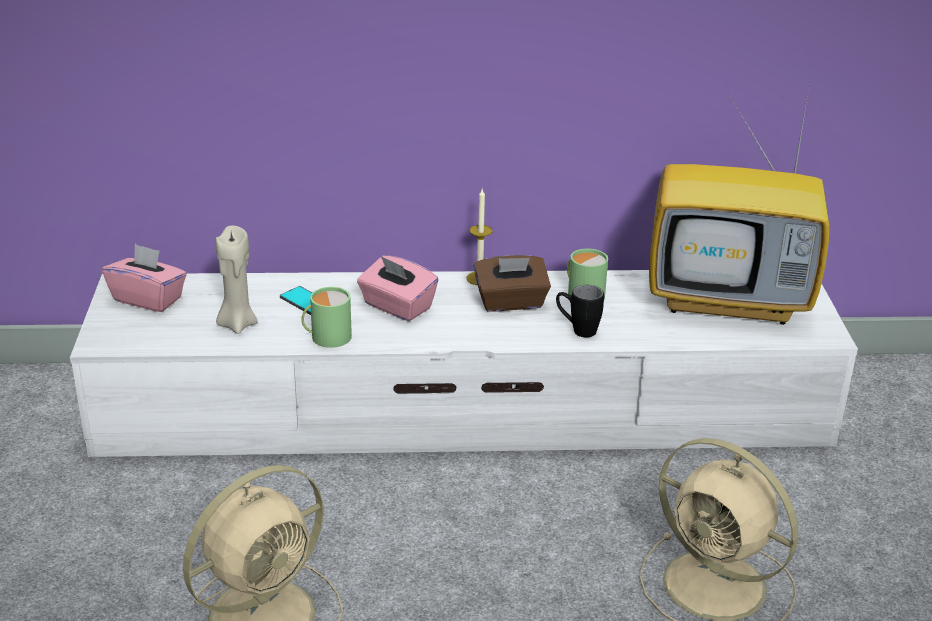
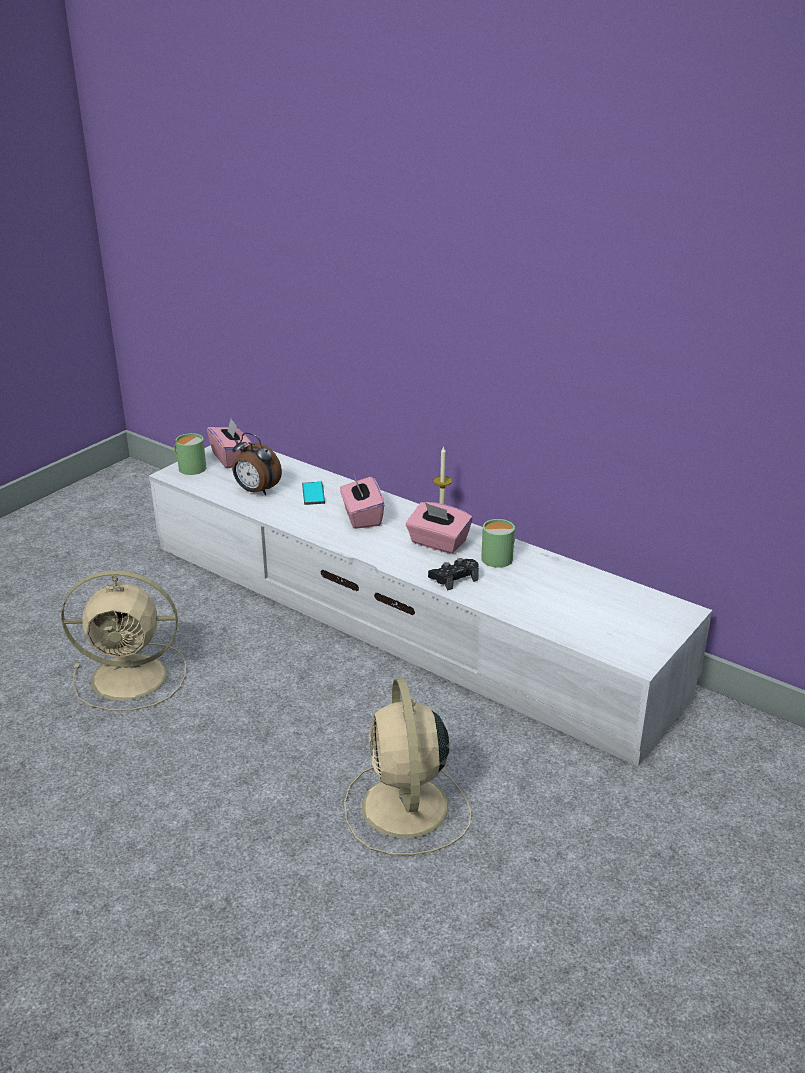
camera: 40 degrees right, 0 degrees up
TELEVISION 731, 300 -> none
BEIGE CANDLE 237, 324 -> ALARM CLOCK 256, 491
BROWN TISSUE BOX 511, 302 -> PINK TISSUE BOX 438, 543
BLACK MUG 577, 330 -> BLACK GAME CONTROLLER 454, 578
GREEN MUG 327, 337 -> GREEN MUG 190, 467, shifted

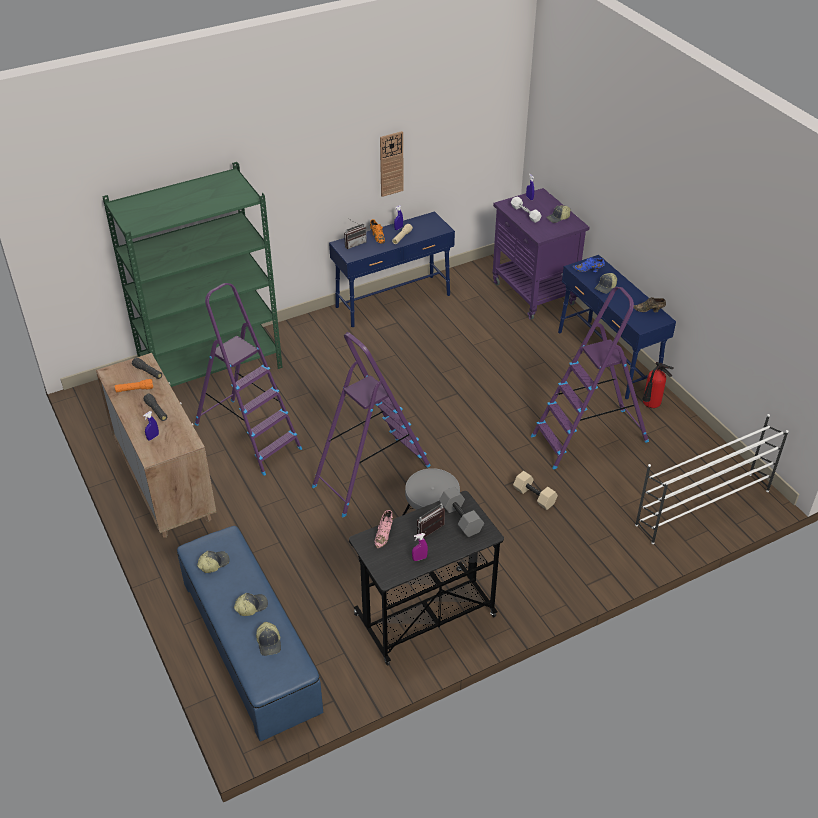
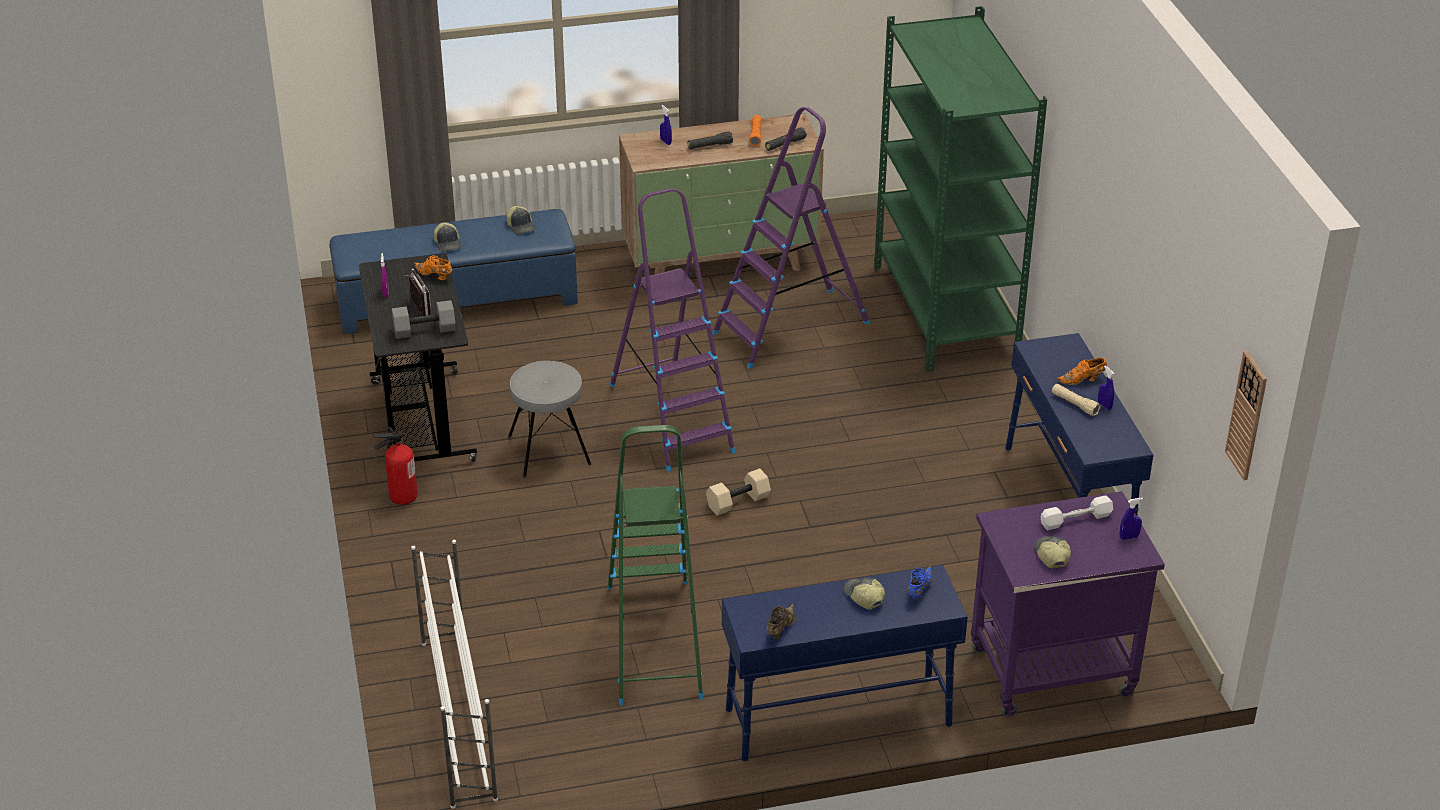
camera: 105 degrees right, 5 degrees down
WALL CLOCK 391, 164 -> WALL CLOCK 1247, 415, shifted
RADIO 354, 243 -> none
PURPLE STEP LADDER 589, 439 -> GREEN STEP LADDER 653, 639
FIRE EXTINGUISHER 650, 406 -> FIRE EXTINGUISHER 400, 497, shifted
BEIGE DUMBBELL 535, 496 -> BEIGE DUMBBELL 738, 503, shifted
PINK SHOE 384, 534 -> ORANGE SHOE 434, 275
CAP 269, 642 -> none

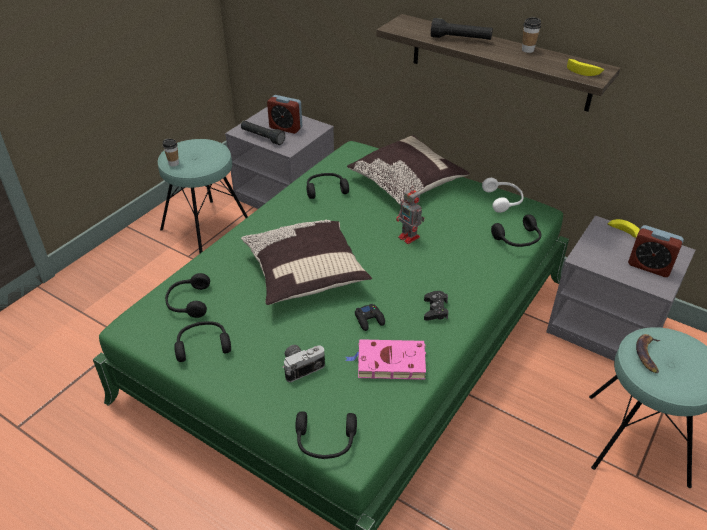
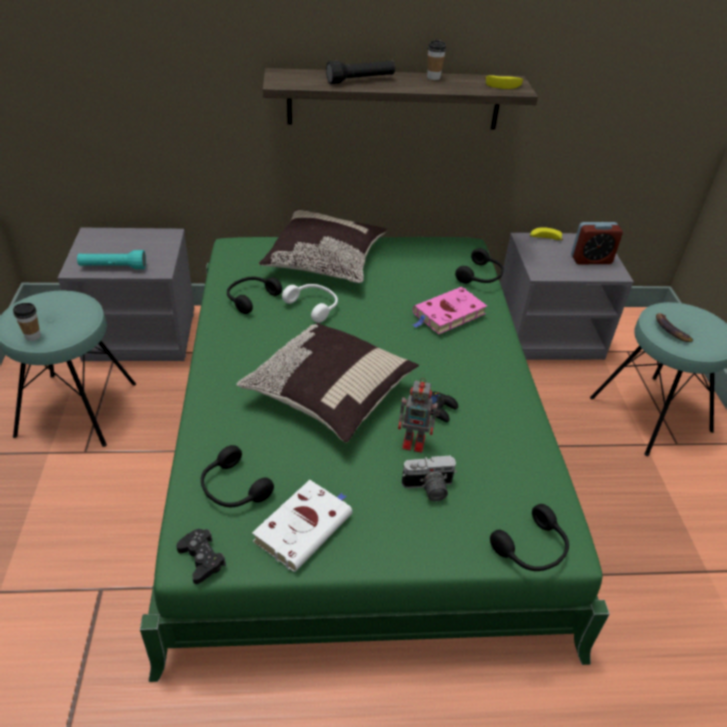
camera: 40 degrees left, 0 degrees up
ALARM CLOCK 285, 128 -> none
BLACK FLASHLIGHT 262, 137 -> TURQUOISE FLASHLIGHT 113, 267
WHITE HEADPHONES 503, 200 -> WHITE HEADPHONES 313, 306, shifted
TOY ROBOT 409, 237 -> TOY ROBOT 415, 442, shifted
BLACK GAME CONTROLLER 435, 310 -> BLACK GAME CONTROLLER 201, 559, shifted
BLACK HEADPHONES 203, 345 -> WHITE BOOK 304, 526
PINK BOOK 389, 362 -> PINK BOOK 447, 315, shifted
PHOTO CAMERA 301, 366 -> PHOTO CAMERA 428, 489, 120 degrees counterclockwise

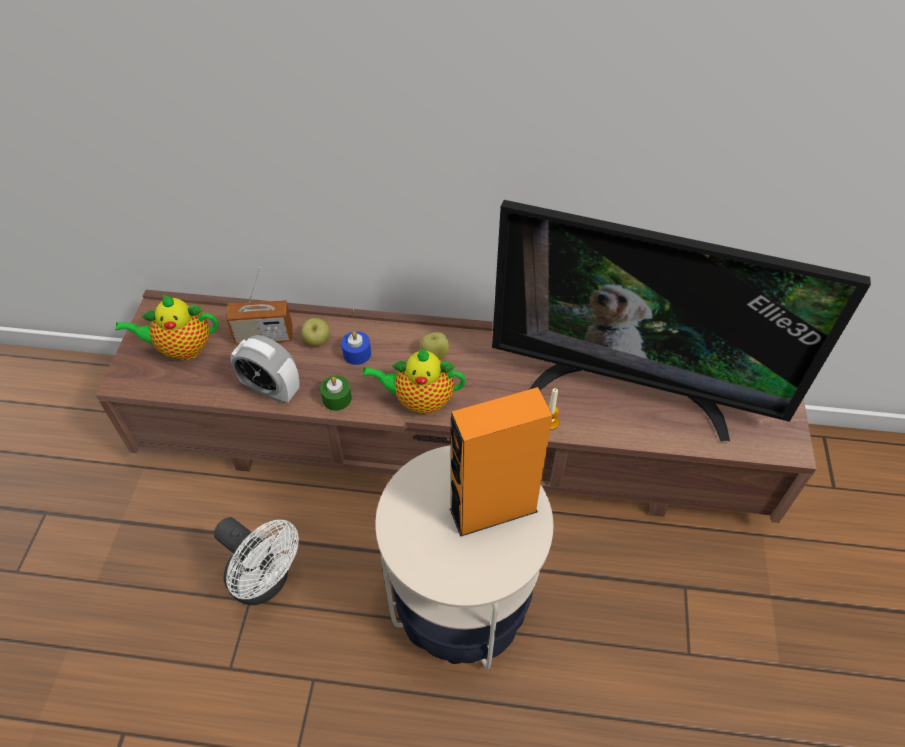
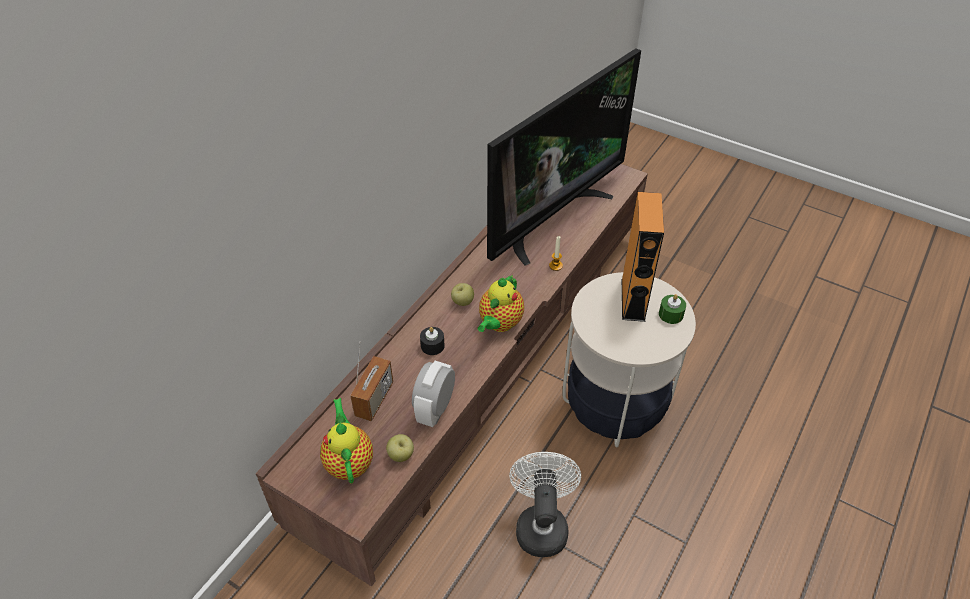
camera: 65 degrees left, 5 degrees down
TEAPOT 182, 348 -> TEAPOT 349, 461, 150 degrees clockwise
APPLE 317, 341 -> APPLE 401, 455, shifted
BLUE CANDLE 357, 353 -> BLACK CANDLE 432, 346
ALARM CLOCK 271, 389 -> ALARM CLOCK 435, 409, 150 degrees clockwise
GREEN CANDLE 337, 398 -> GREEN CANDLE 671, 314, shifted
WHITE FAN 265, 582 -> WHITE FAN 541, 524, 60 degrees counterclockwise

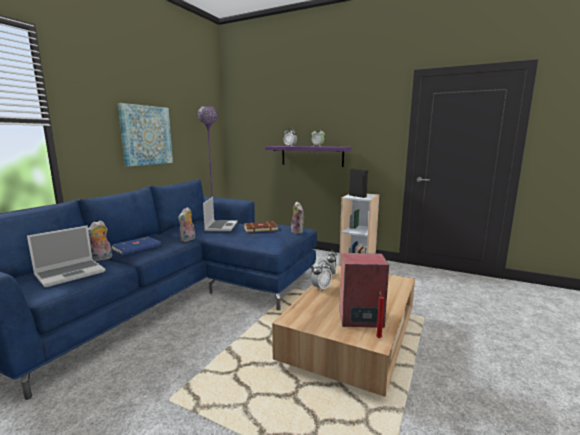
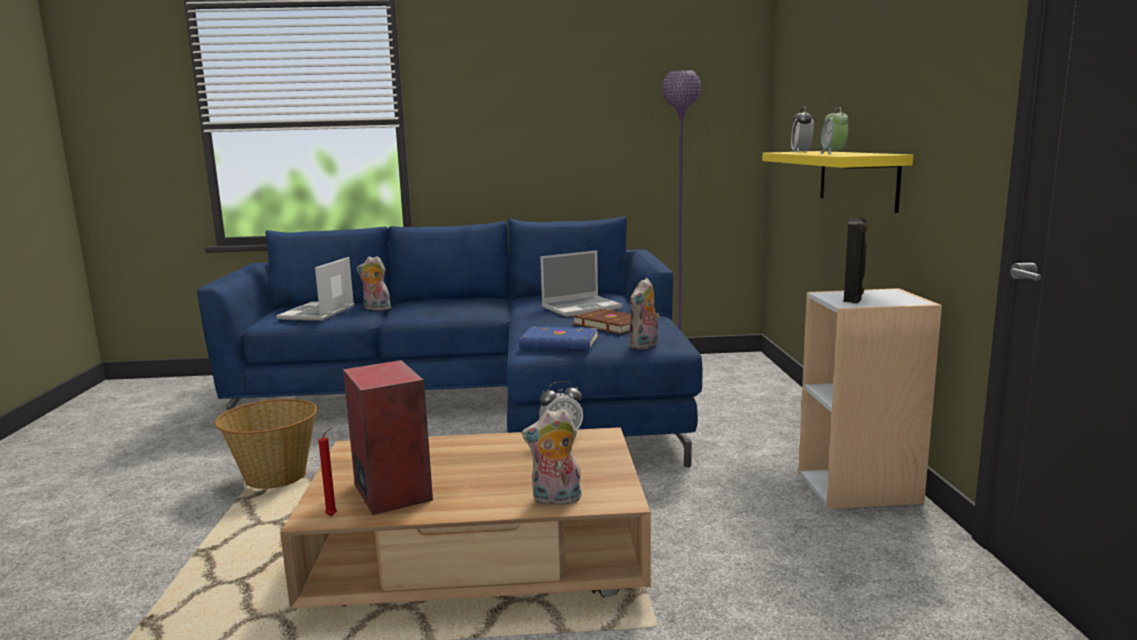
camera: 60 degrees right, 0 degrees up
PICTURE 146, 135 -> none
PURPLE SHELF 312, 156 -> YELLOW SHELF 857, 178
PLUSH TOY 188, 240 -> PLUSH TOY 555, 500, shifted
LAPTOP 71, 273 -> LAPTOP 317, 313, 90 degrees clockwise
BLUE BOOK 137, 248 -> BLUE BOOK 559, 343, shifted
ALARM CLOCK 321, 288 -> none
none -> BASKET 274, 477

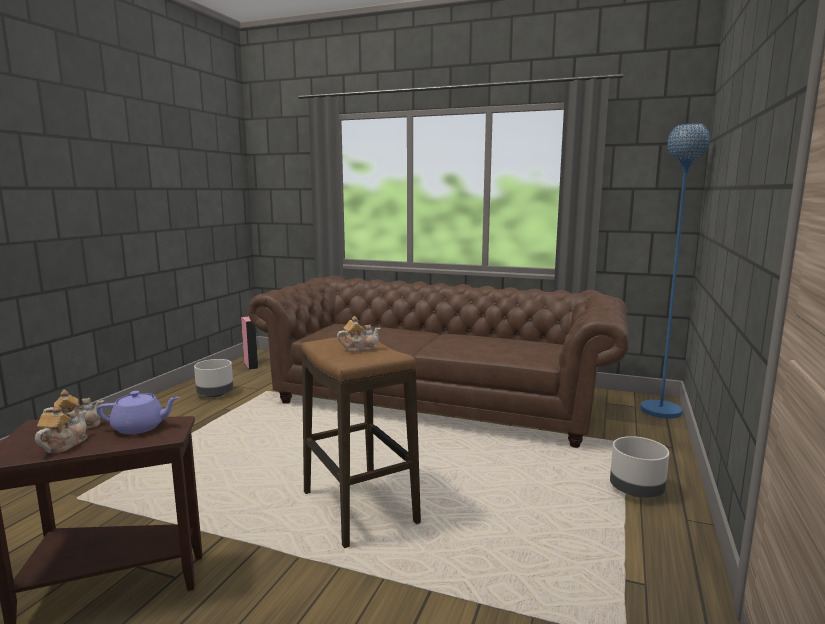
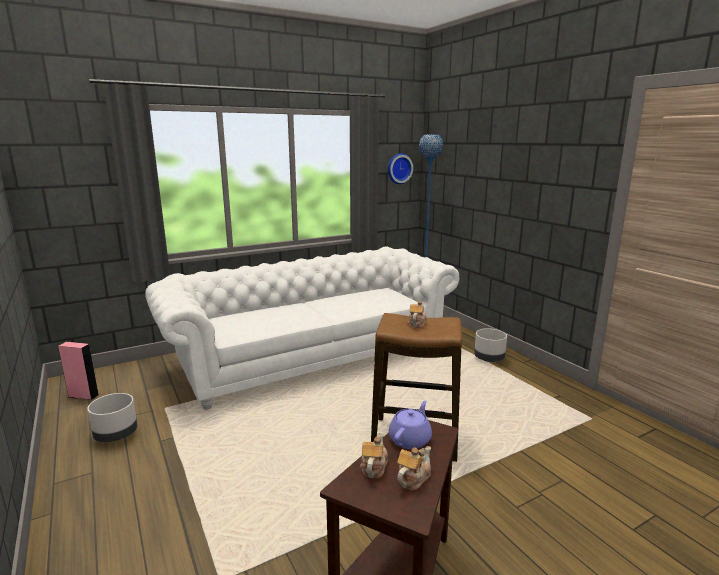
camera: 50 degrees left, 5 degrees up
BROWN SOFA 437, 401 -> WHITE SOFA 311, 356
TEAPOT 64, 444 -> TEAPOT 413, 478, 75 degrees clockwise
none -> WALL CLOCK 398, 168

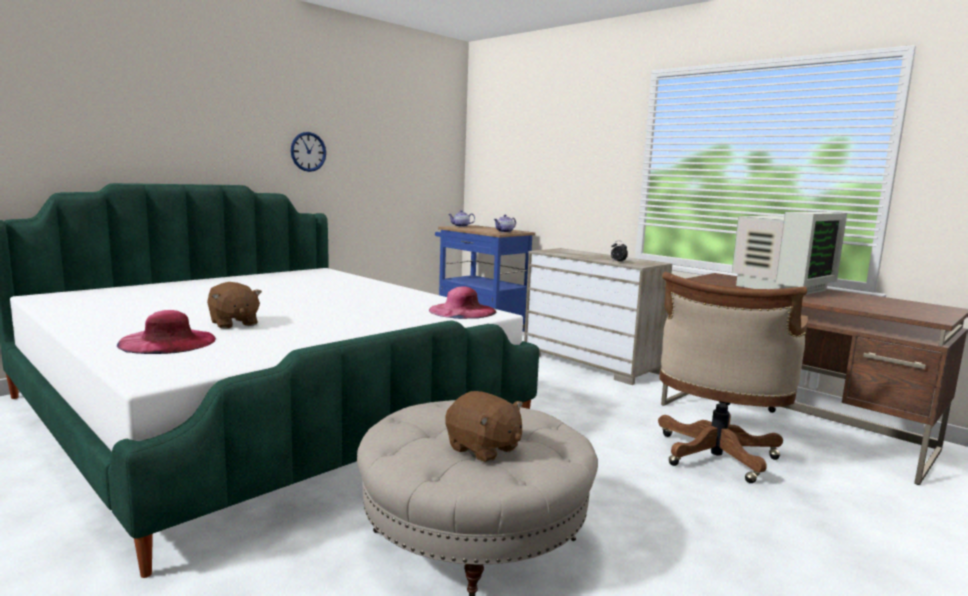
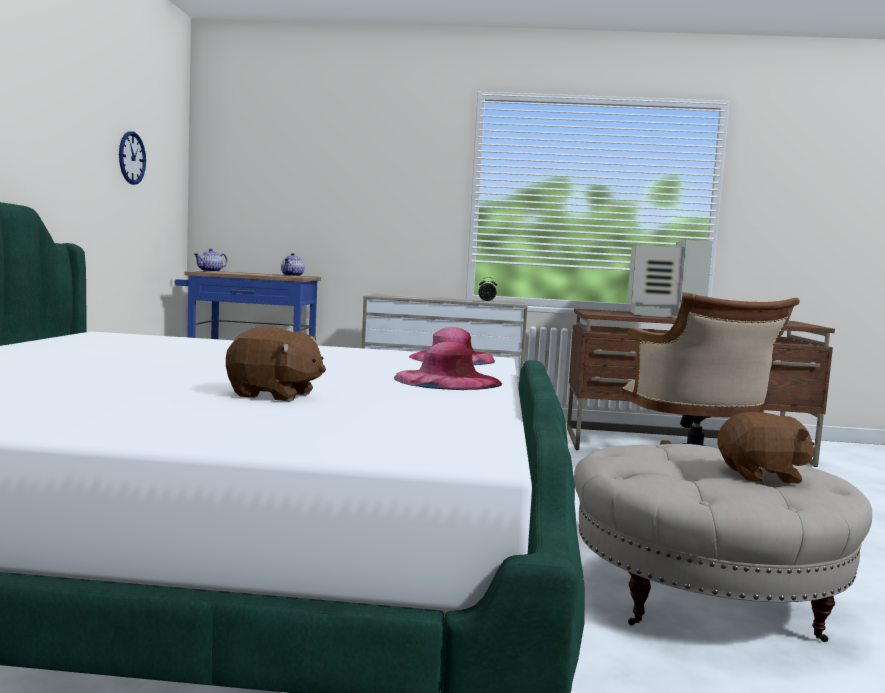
camera: 40 degrees left, 5 degrees down
WALL CLOCK 308, 151 -> WALL CLOCK 131, 158, shifted
PINK HAT 168, 341 -> PINK HAT 447, 380, shifted

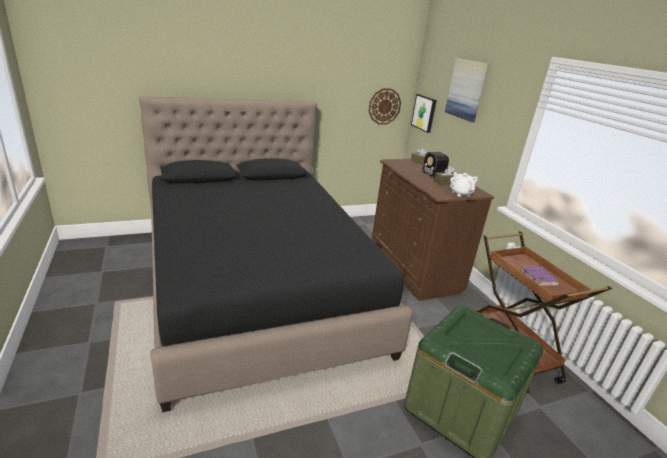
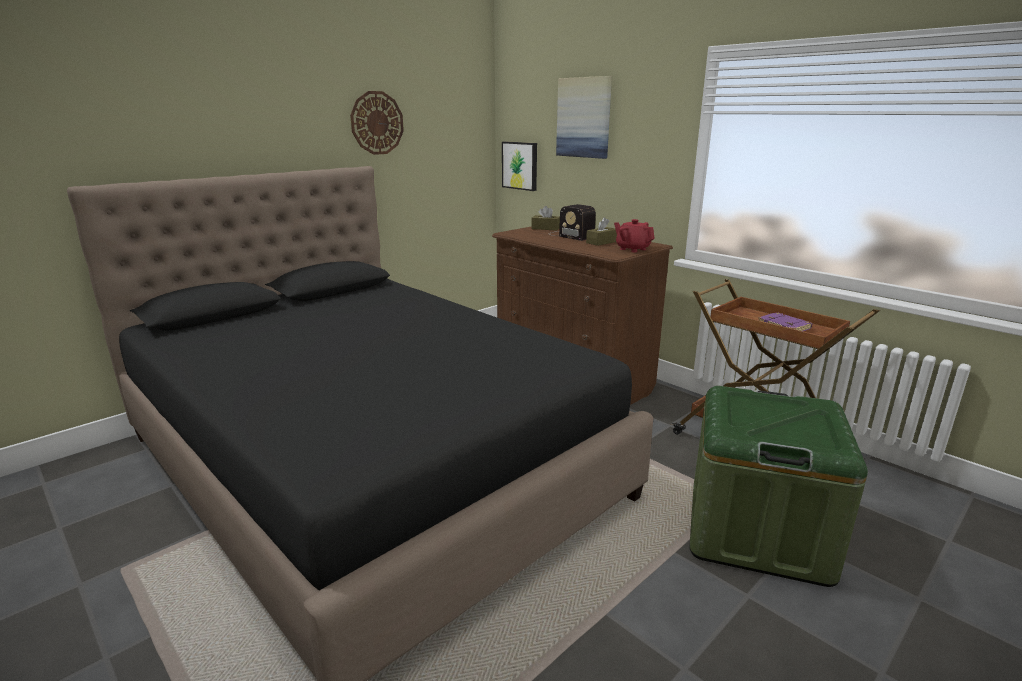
camera: 20 degrees left, 5 degrees down
WALL CLOCK 384, 106 -> WALL CLOCK 377, 123, shifted
WHITE TEAPOT 460, 193 -> RED TEAPOT 632, 249

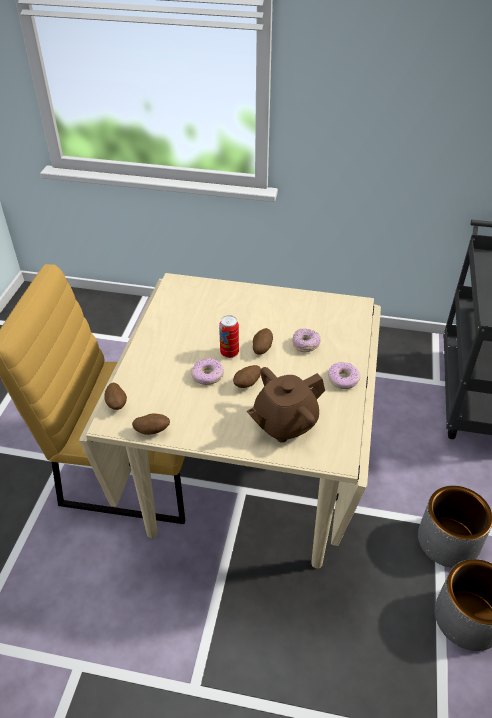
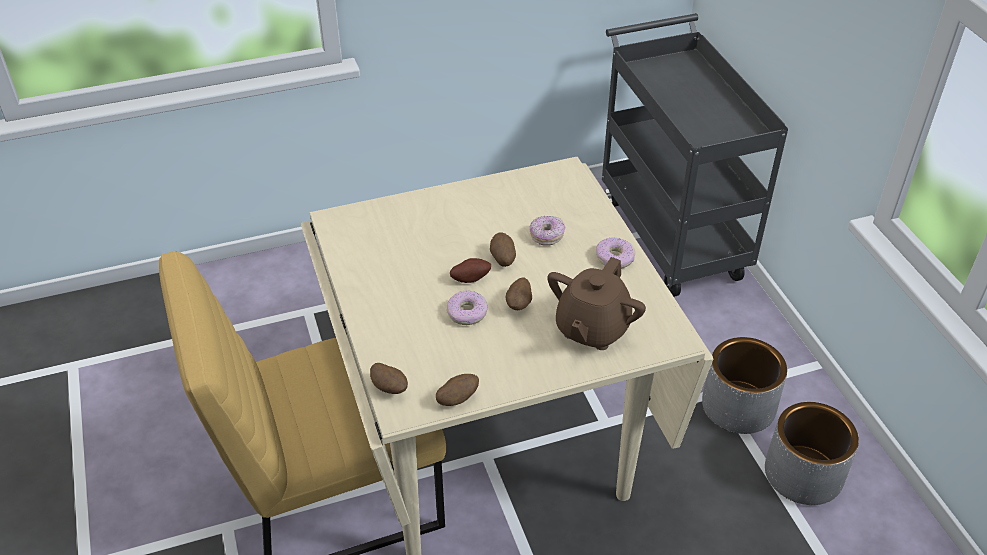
camera: 30 degrees left, 0 degrees up
CAN 229, 353 -> POTATO 470, 278

